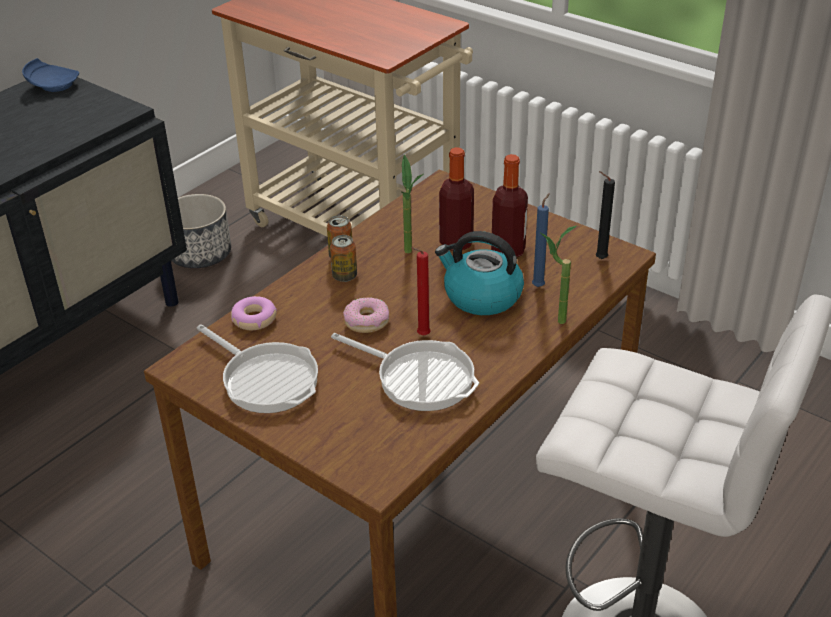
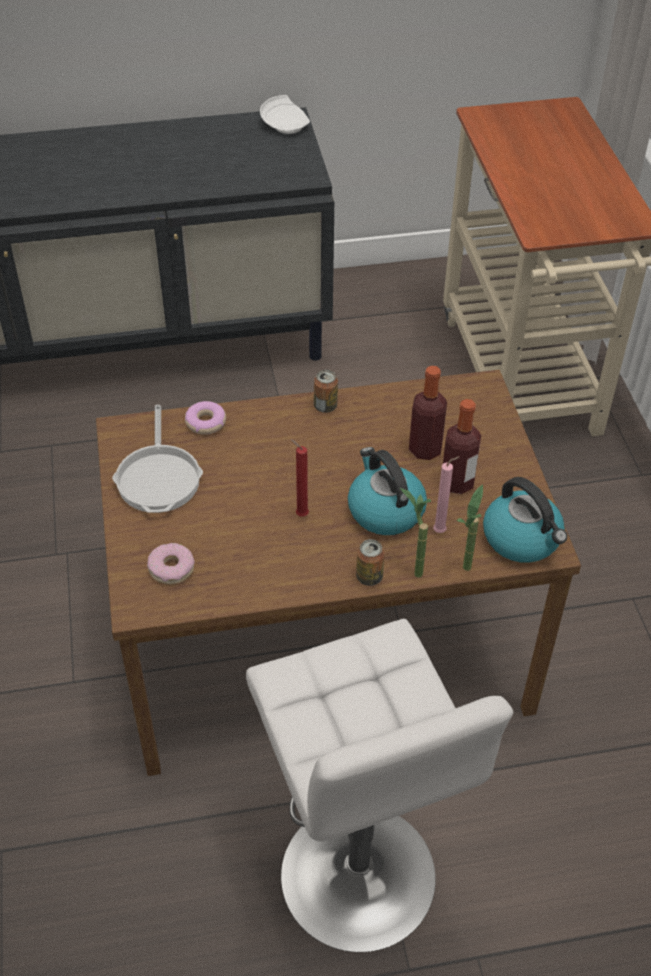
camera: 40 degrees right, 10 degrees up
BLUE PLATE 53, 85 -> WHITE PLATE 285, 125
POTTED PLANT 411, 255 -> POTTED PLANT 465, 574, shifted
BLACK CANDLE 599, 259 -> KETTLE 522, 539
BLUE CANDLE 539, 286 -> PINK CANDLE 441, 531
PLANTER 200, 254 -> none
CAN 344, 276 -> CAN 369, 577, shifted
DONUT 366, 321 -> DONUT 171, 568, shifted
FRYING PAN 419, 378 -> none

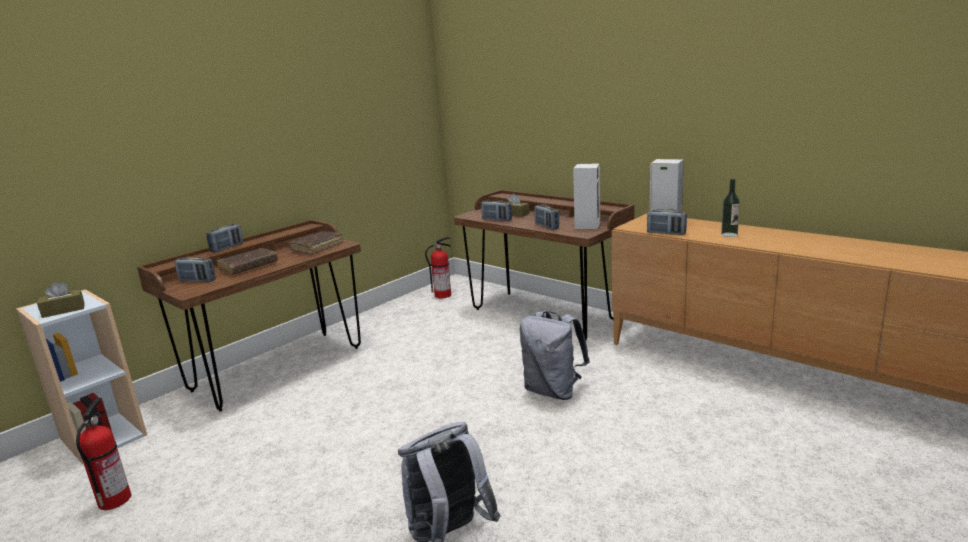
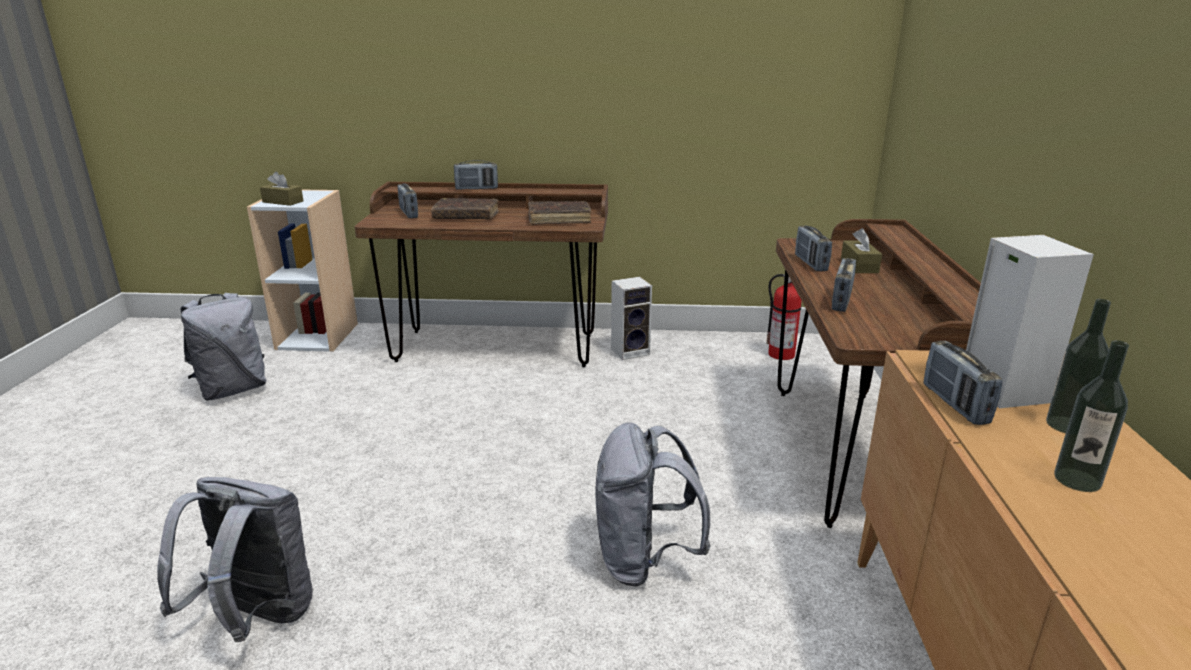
camera: 50 degrees right, 5 degrees up
SPEAKER 587, 225 -> SPEAKER 631, 351, shifted
FIRE EXTINGUISHER 114, 499 -> GREY BACKPACK 233, 390
none -> BOTTLE 1066, 425

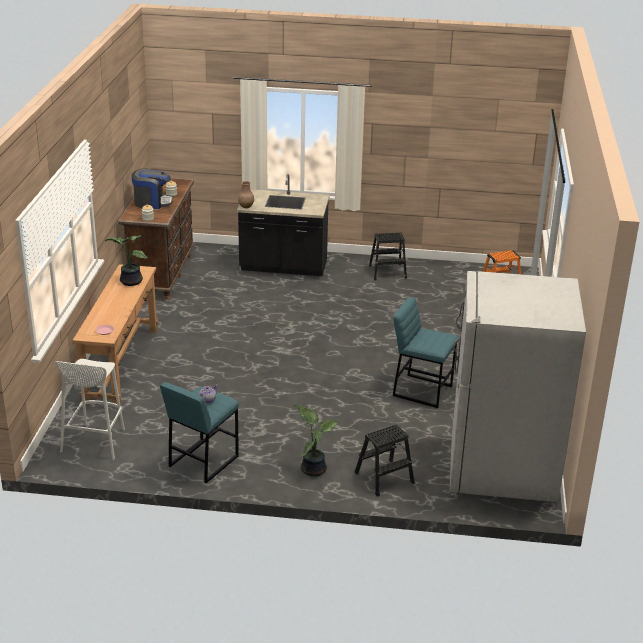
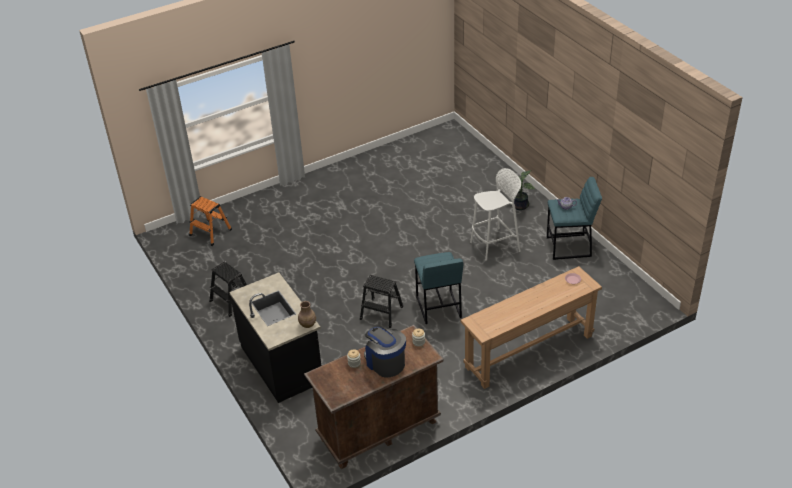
camera: 125 degrees left, 10 degrees up
POTTED PLANT 130, 282 -> none
WHITE FRIDGE 502, 468 -> none
BLUE STOOL 421, 390 -> BLUE STOOL 439, 308, shifted
WHITE STOOL 95, 442 -> WHITE STOOL 495, 245, shifted
BLACK STEP LADDER 384, 477 -> BLACK STEP LADDER 381, 313, shifted

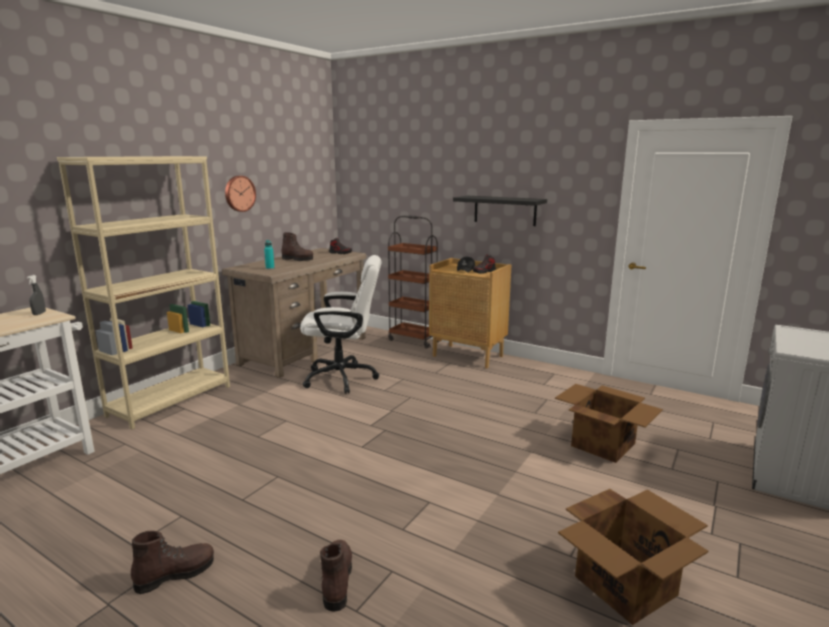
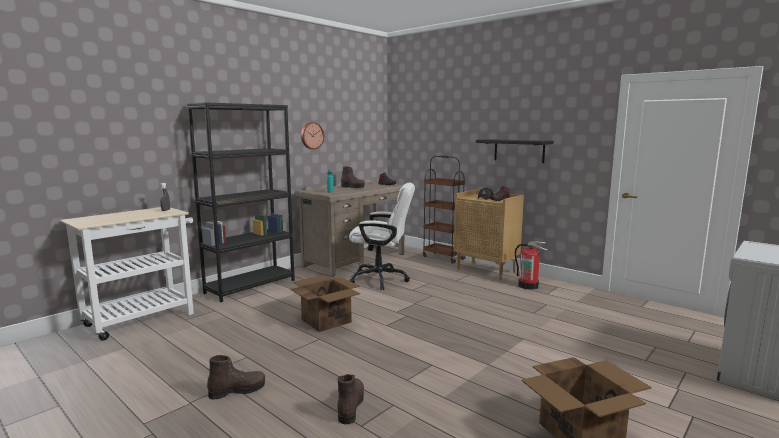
camera: 10 degrees right, 5 degrees down
BEIGE BOOKCASE 171, 400 -> BLACK BOOKCASE 251, 286
CARDBOARD BOX 602, 444 -> CARDBOARD BOX 326, 320, shifted
none -> FIRE EXTINGUISHER 528, 286

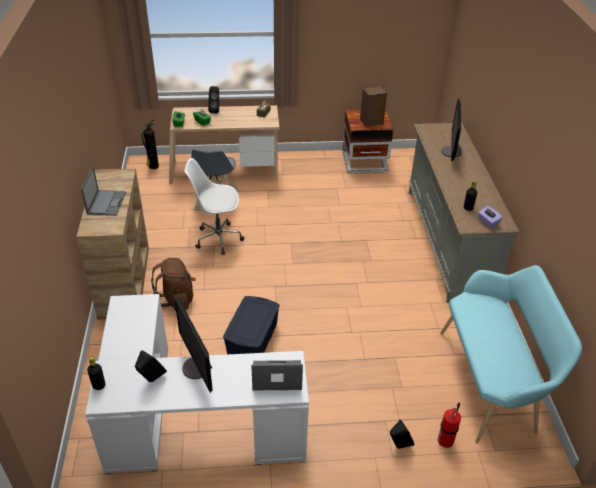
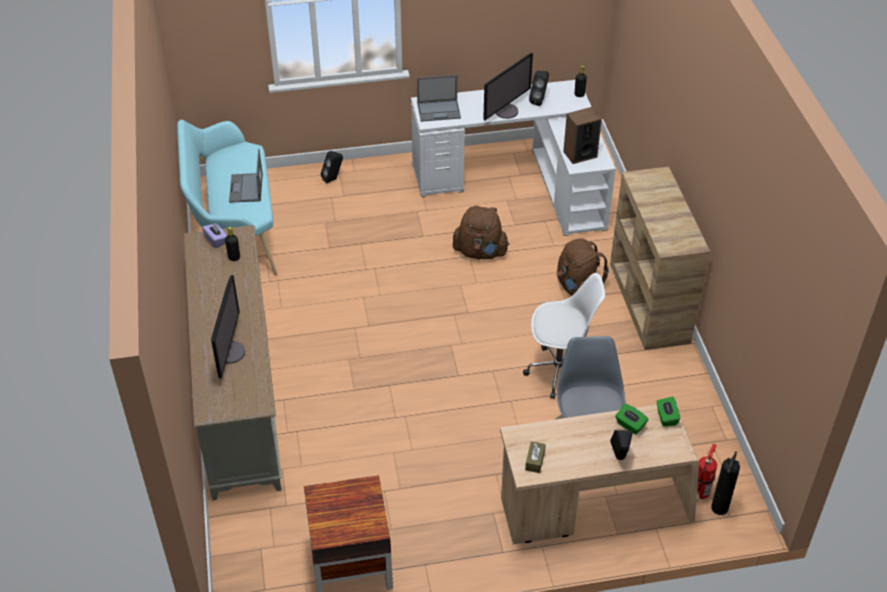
camera: 175 degrees right, 5 degrees up
SPEAKER 371, 121 -> SPEAKER 580, 154, shifted
LAPTOP 106, 202 -> LAPTOP 246, 188, shifted
BLUE STORAGE BOX 252, 339 -> BROWN BACKPACK 480, 252
MONITOR 197, 368 -> MONITOR 506, 111, 75 degrees clockwise
FIRE EXTINGUISHER 446, 441 -> FIRE EXTINGUISHER 699, 495, shifted

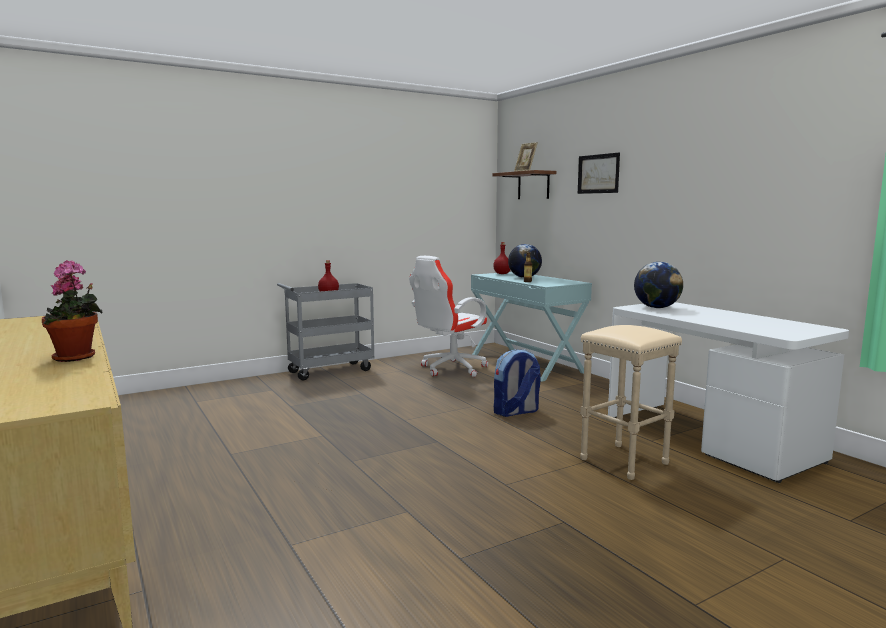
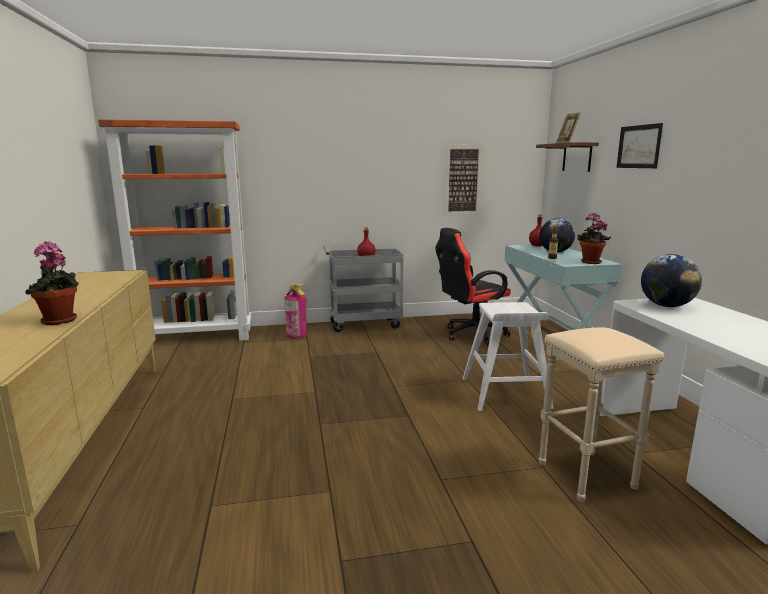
camera: 20 degrees right, 5 degrees up
WHITE OFFICE CHAIR 449, 370 -> BLACK OFFICE CHAIR 470, 336
BACKPACK 515, 412 -> WHITE STOOL 505, 393
none -> ORANGE BOOKCASE 196, 337
none -> PICTURE 463, 180
none -> POTTED PLANT 589, 262
none -> FIRE EXTINGUISHER 297, 335

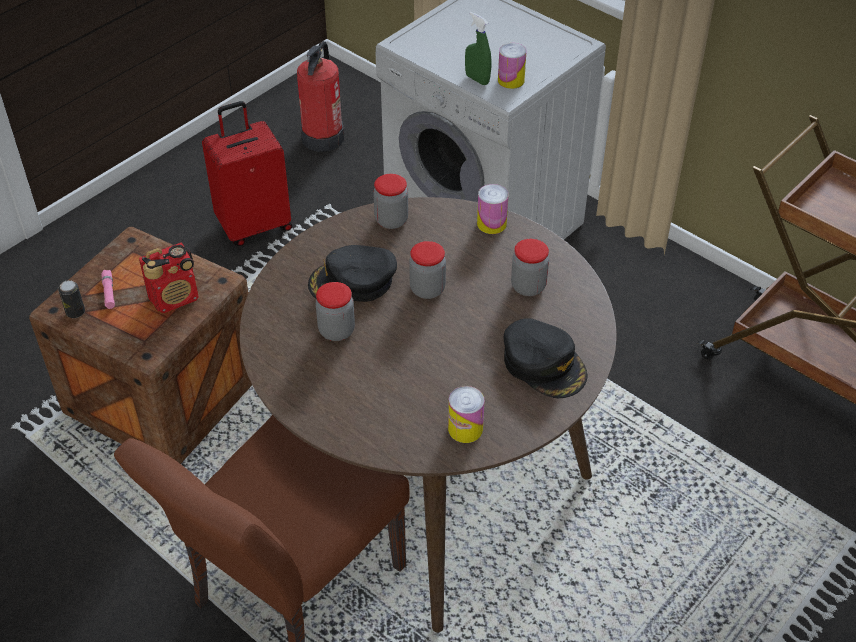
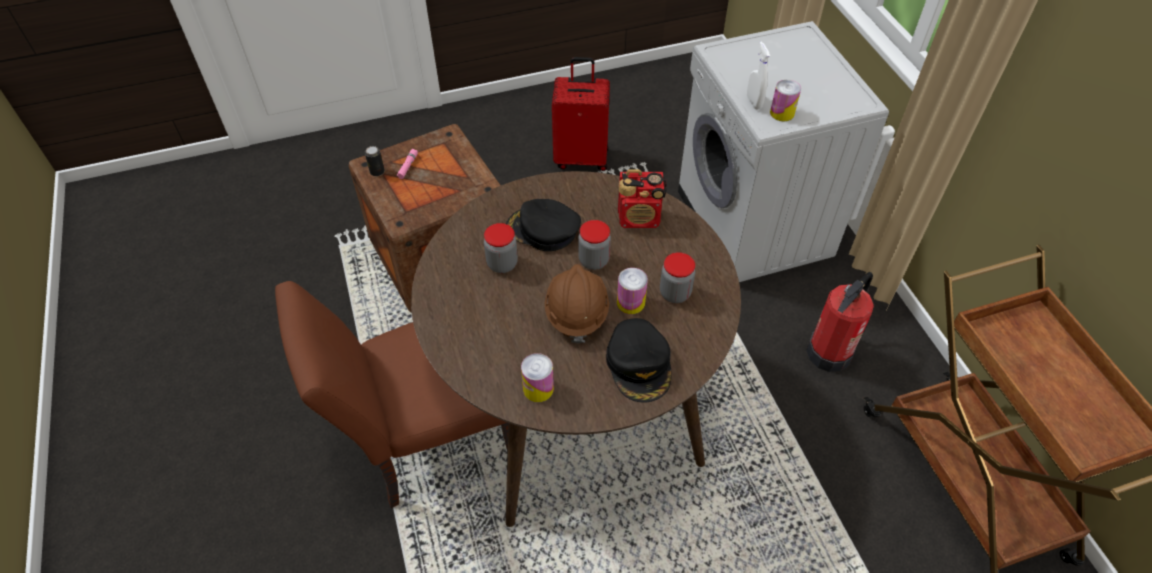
camera: 30 degrees right, 5 degrees up
GREEN SPRAY BOTTLE 477, 79 -> WHITE SPRAY BOTTLE 753, 102
FIRE EXTINGUISHER 323, 137 -> FIRE EXTINGUISHER 829, 352, shifted
JAR 391, 220 -> none
CAN 491, 224 -> CAN 630, 302, shifted
RADIO 175, 298 -> RADIO 639, 218, shifted
none -> BROWN HARD HAT 576, 312

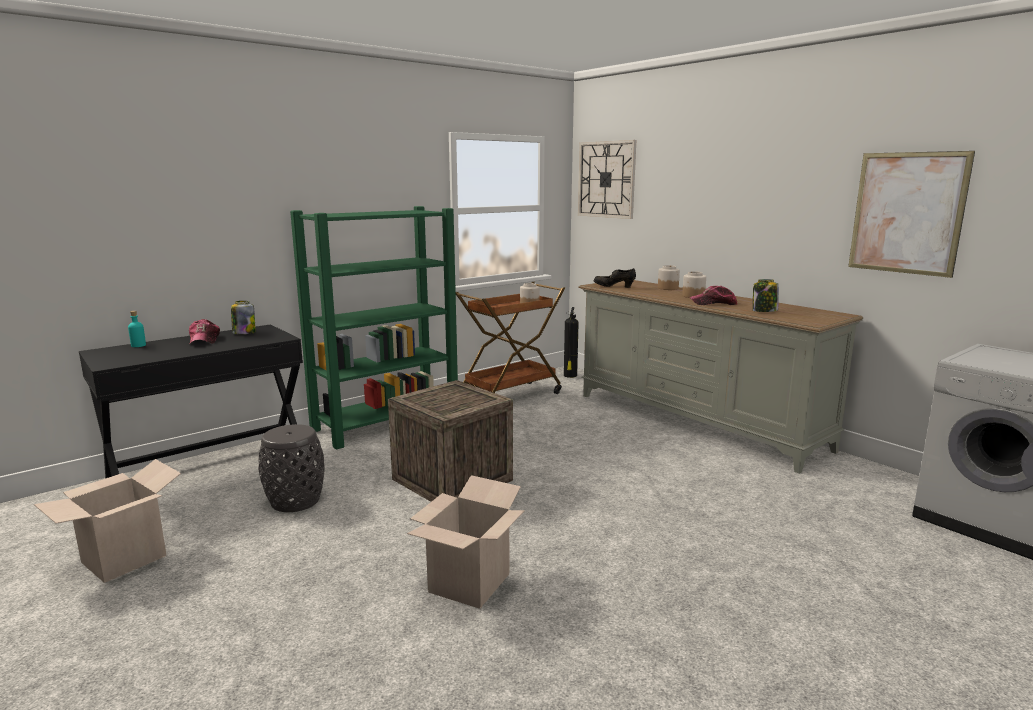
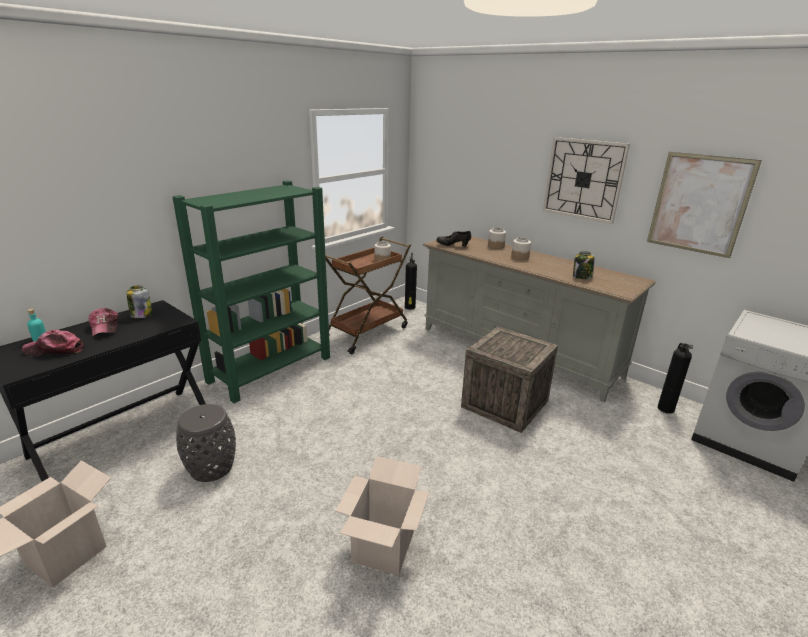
camera: 10 degrees left, 10 degrees up
WALL CLOCK 606, 179 -> WALL CLOCK 583, 179, shifted
CAP 713, 303 -> CAP 55, 350, shifted
CRATE 452, 480 -> CRATE 505, 404, shifted
none -> FIRE EXTINGUISHER 665, 408

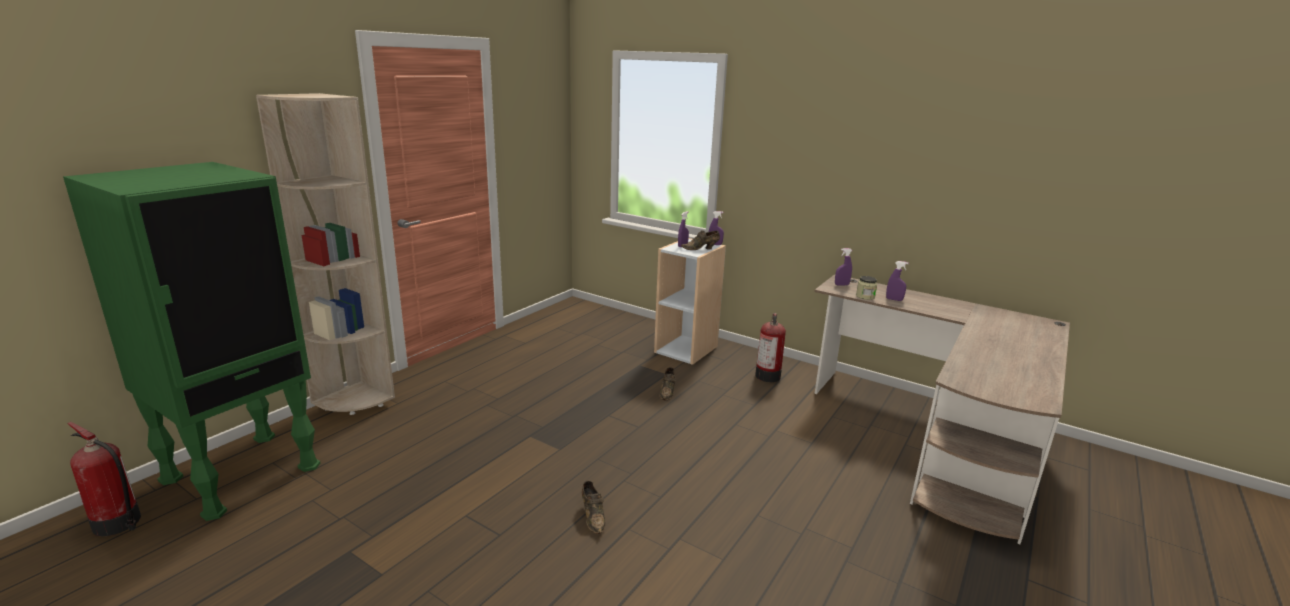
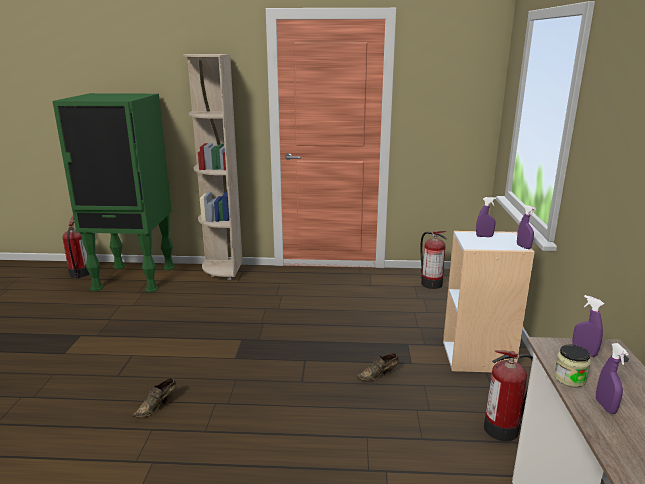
camera: 60 degrees right, 0 degrees up
BROWN SHOE 701, 249 -> none
none -> FIRE EXTINGUISHER 430, 283

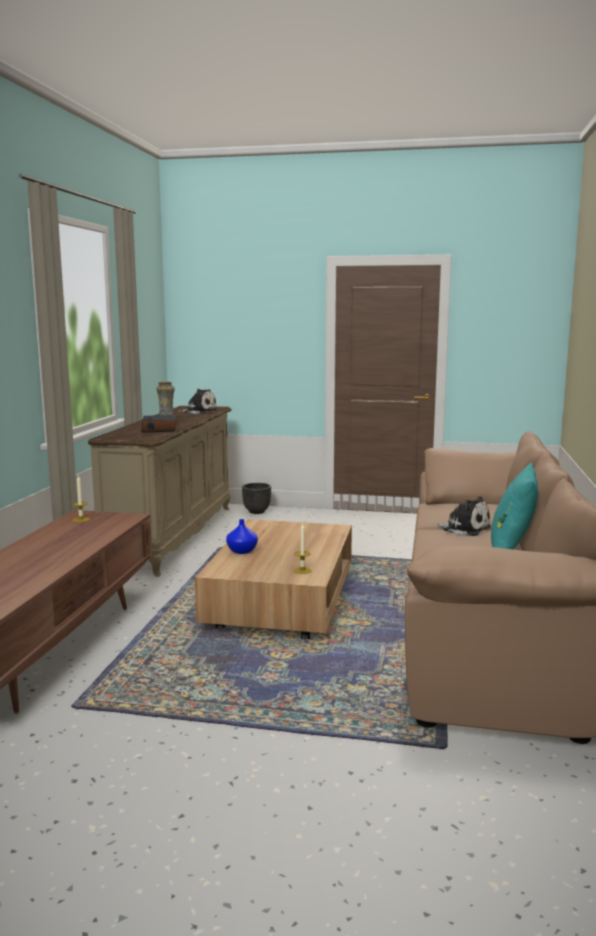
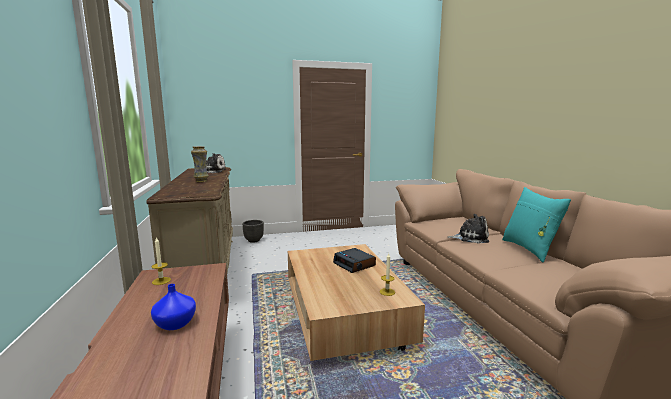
camera: 25 degrees left, 0 degrees up
ALARM CLOCK 159, 429 -> ALARM CLOCK 354, 264, shifted
BLUE VASE 241, 551 -> BLUE VASE 174, 324, shifted

